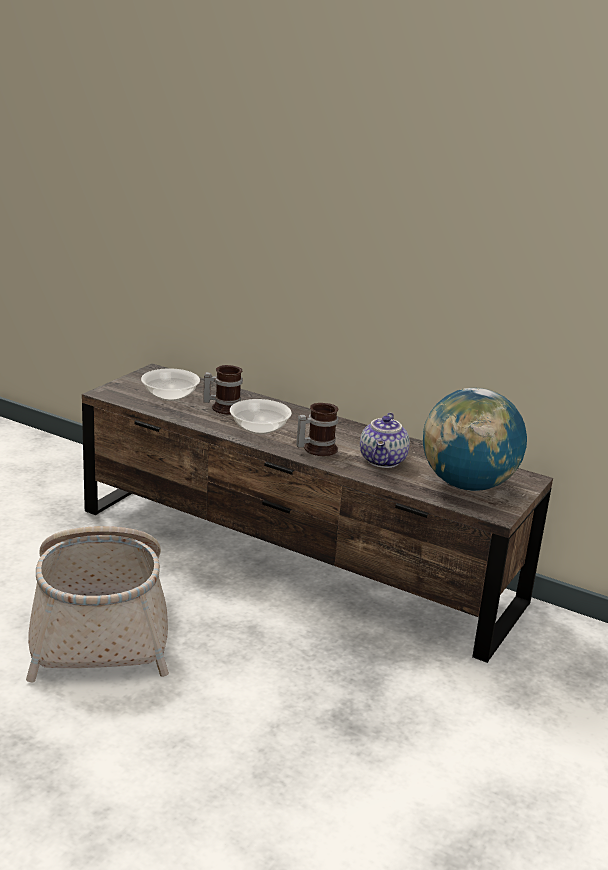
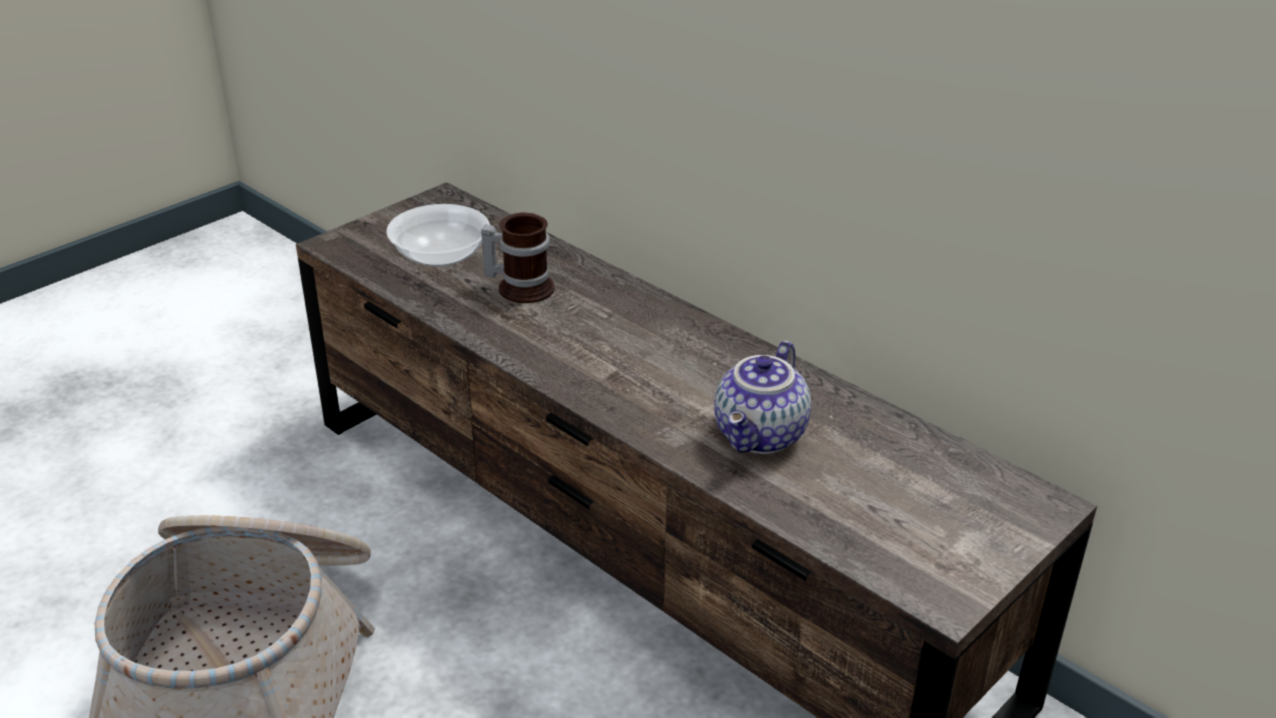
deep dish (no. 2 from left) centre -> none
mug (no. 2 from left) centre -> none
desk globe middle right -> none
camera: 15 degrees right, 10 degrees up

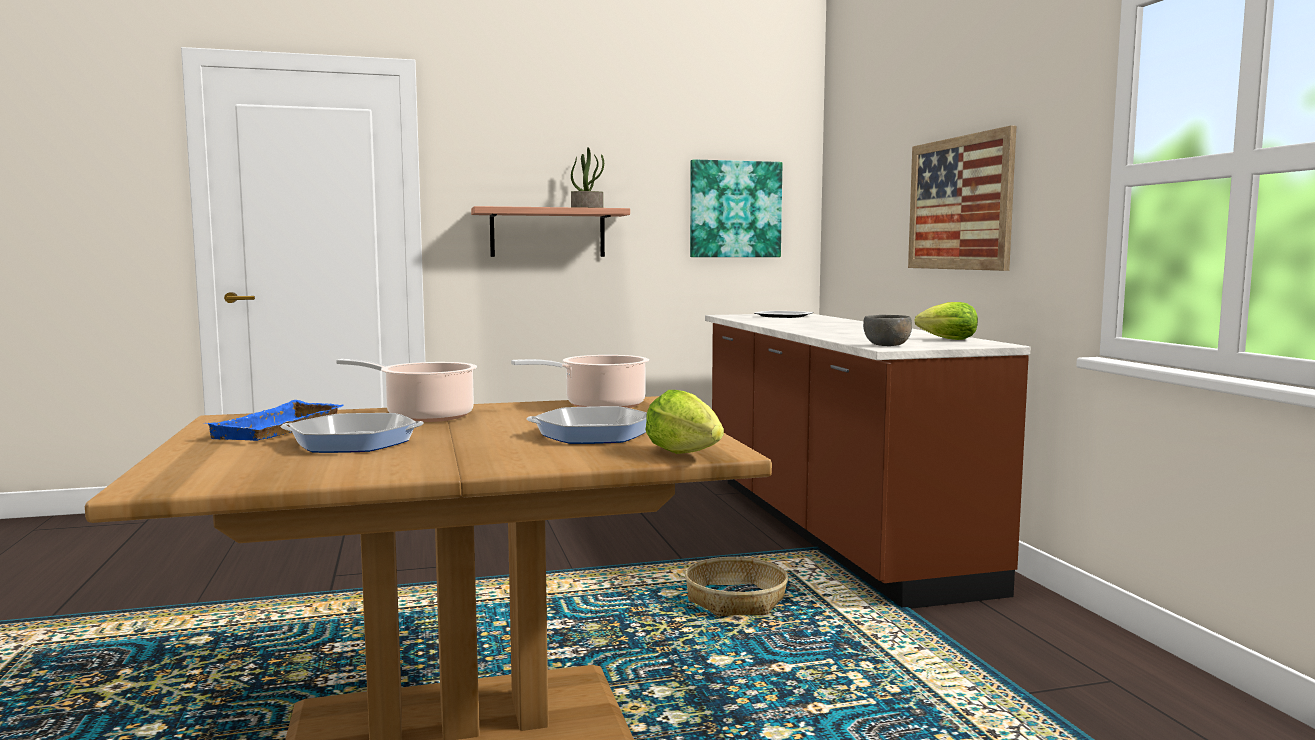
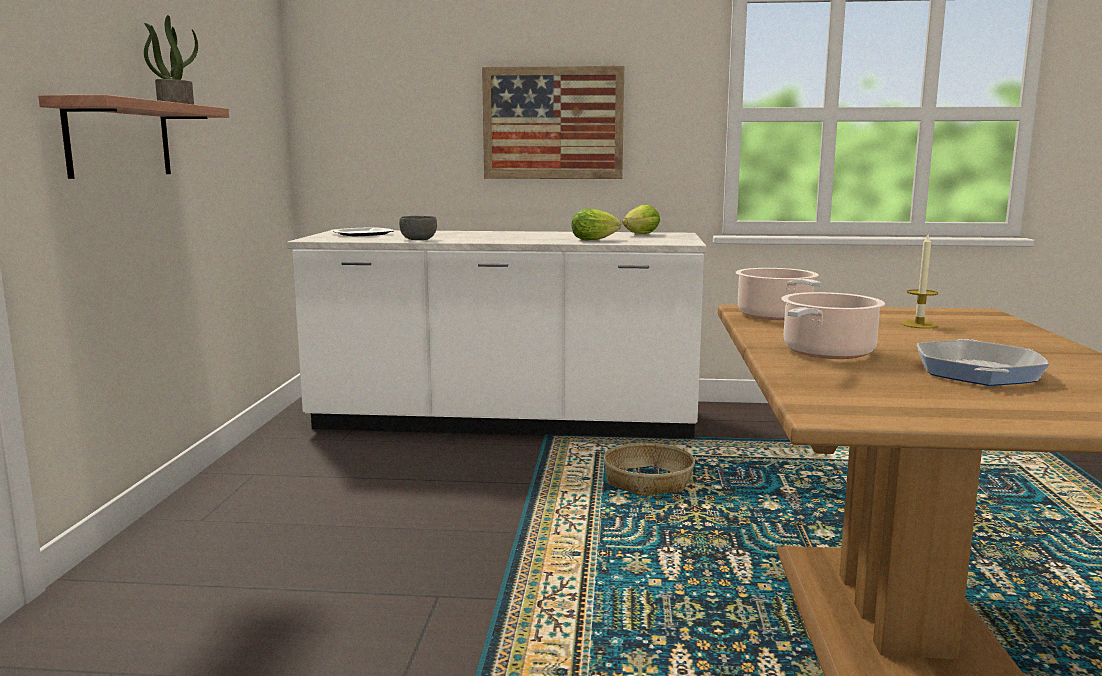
brown-coloured kitchen counter centre -> whitish kitchen counter centre
grey deep dish middle right -> grey deep dish centre, shifted
lettuce (no. 1 from left) centre -> lettuce (no. 1 from left) top centre, shifted
frying pan (no. 2 from left) centre -> wax candle middle right
bluish tray middle left -> none
wall picture (no. 1 from left) top centre -> none
camera: 70 degrees left, 5 degrees up

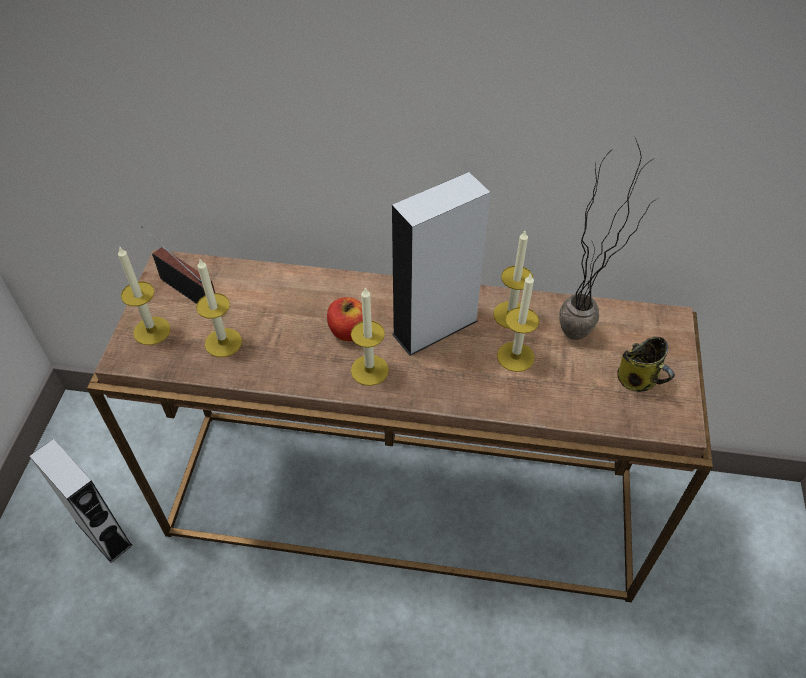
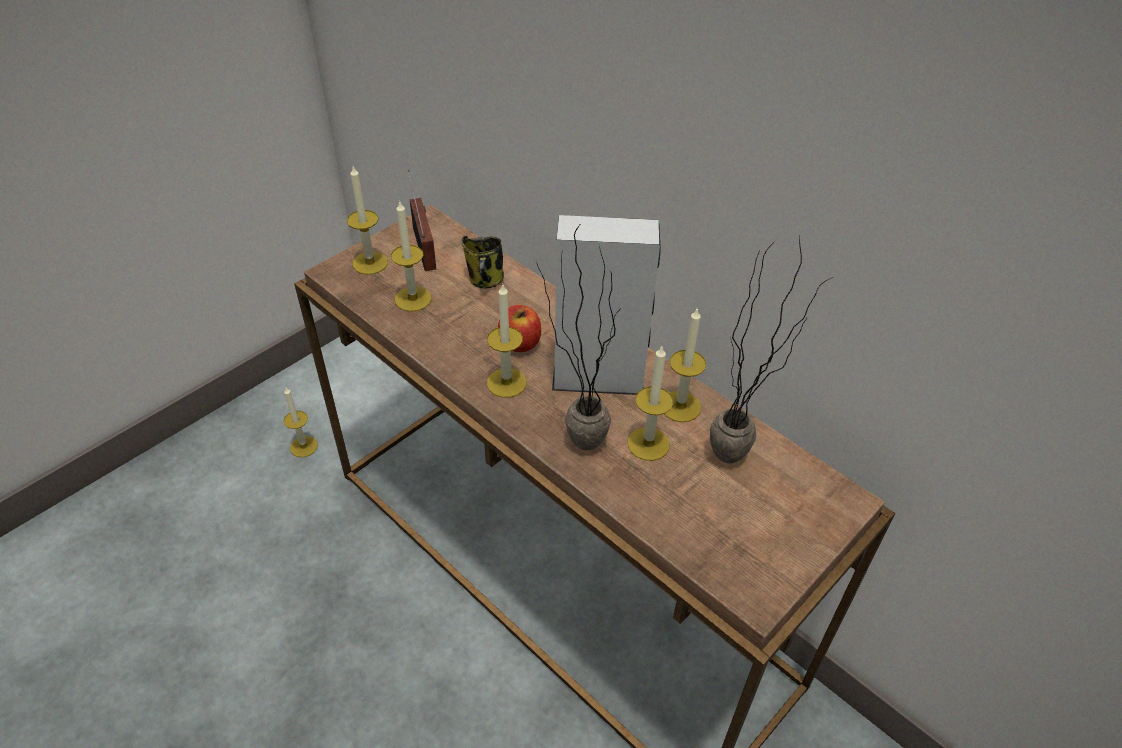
grey speaker (no. 1 from left) bottom left -> wax candle (no. 1 from left) middle left
mug middle right -> mug centre, shifted
none -> potted plant (no. 1 from left) centre
camera: 35 degrees right, 5 degrees down

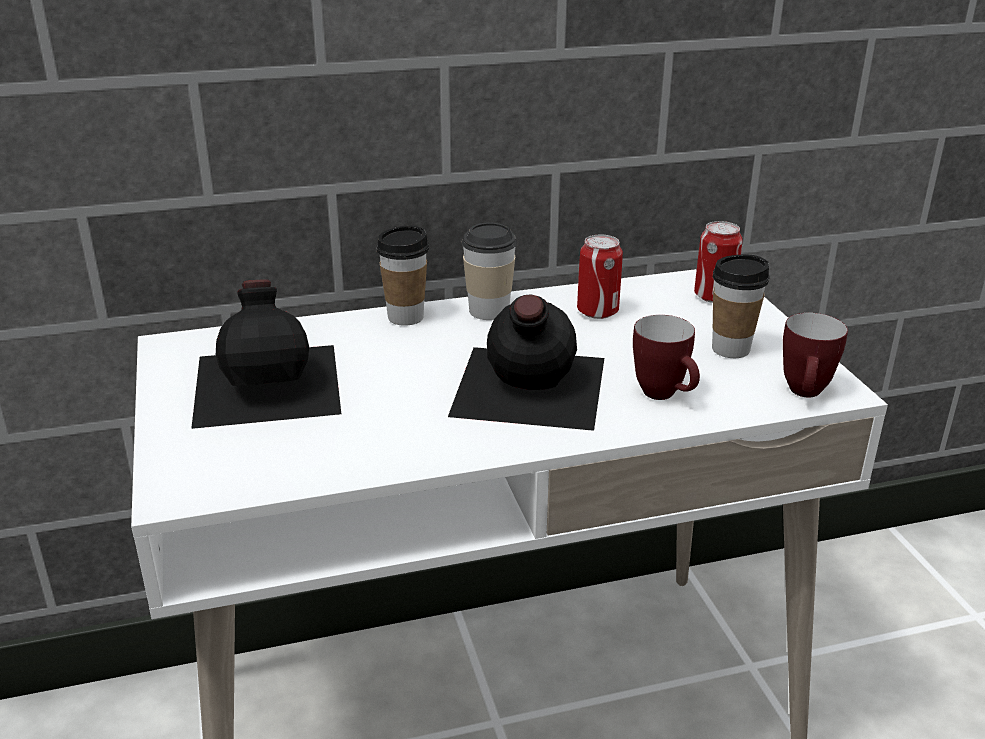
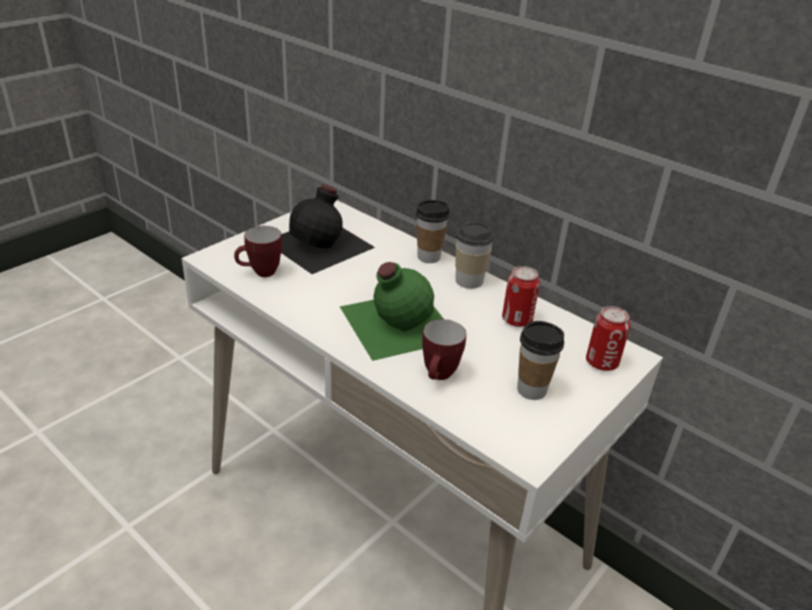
mug (no. 2 from left in the first image) middle right -> mug (no. 1 from left) middle left, shifted
blackish beverage bottle (no. 2 from left) centre -> green beverage bottle centre
camera: 55 degrees right, 5 degrees up

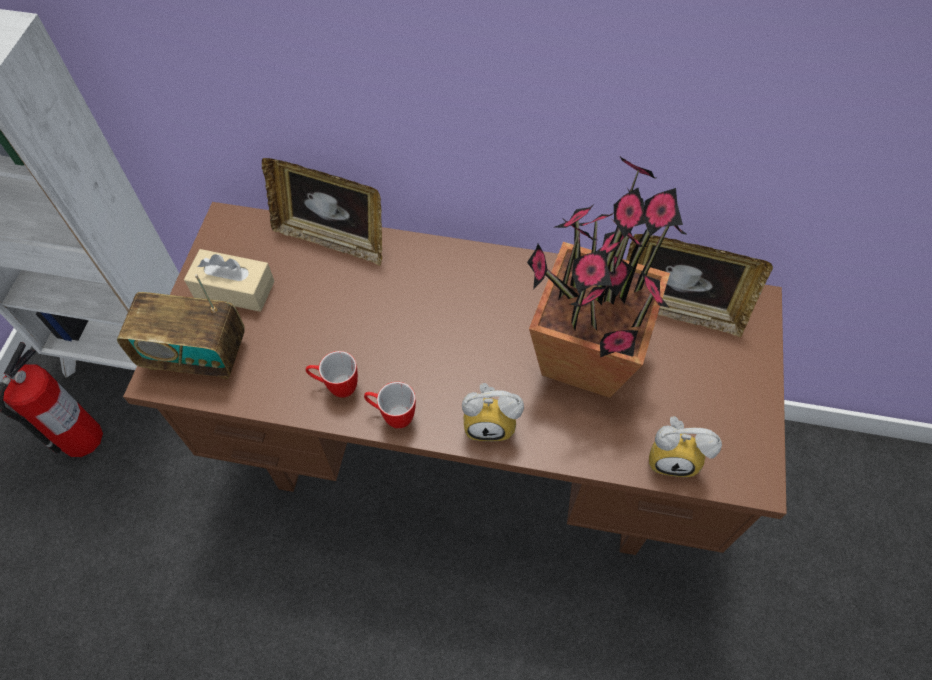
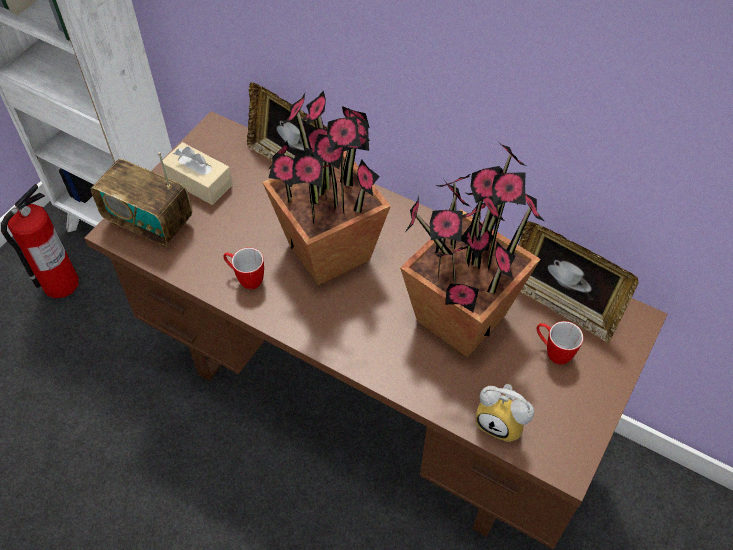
none -> potted plant (no. 1 from left) centre
mug (no. 2 from left) centre -> mug (no. 2 from left) middle right, shifted
bedside clock (no. 1 from left) centre -> none
camera: 20 degrees right, 5 degrees down

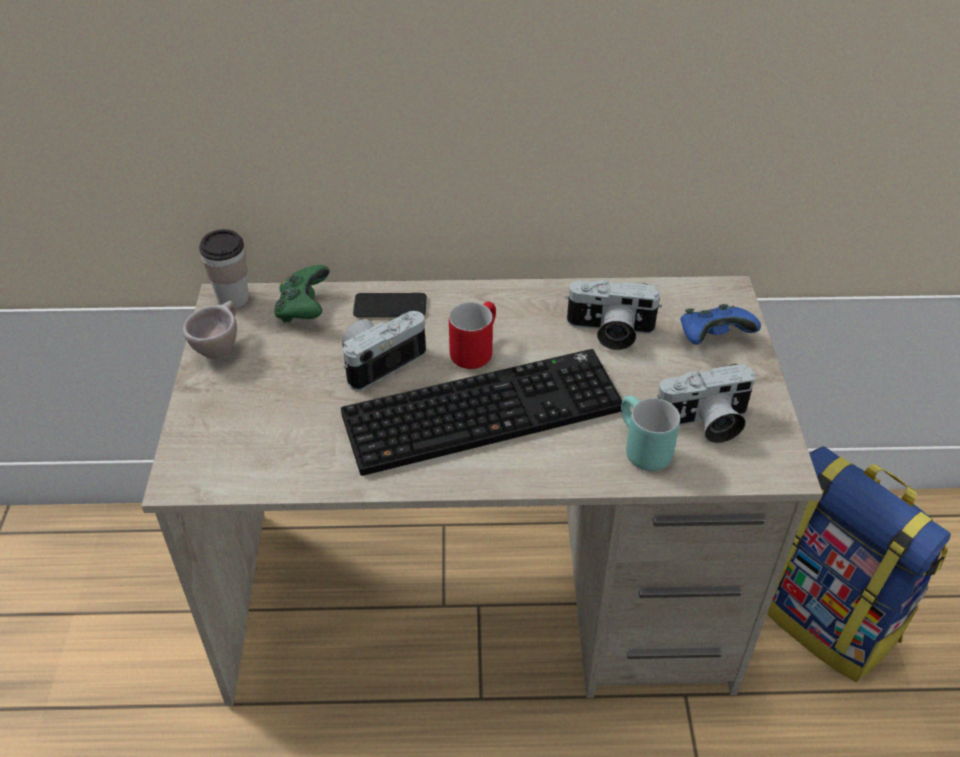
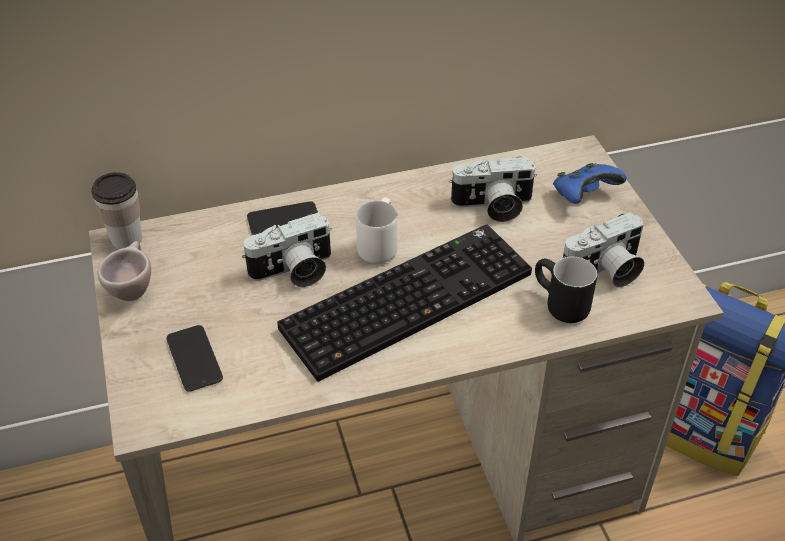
none -> phone (no. 1 from left) middle left
still camera (no. 1 from left) centre, 150 degrees counterclockwise
reddish mug centre -> whitish mug centre
turquoise-coloured mug middle right -> blackish mug middle right
green gamepad middle left -> none
camera: 15 degrees left, 0 degrees up

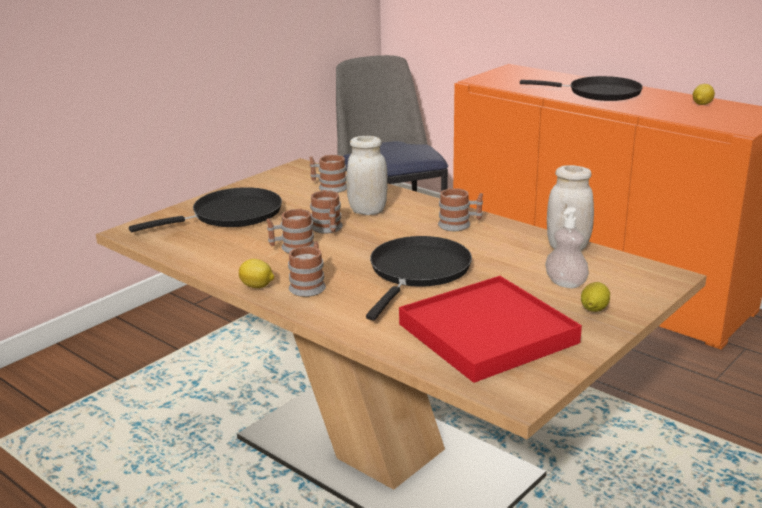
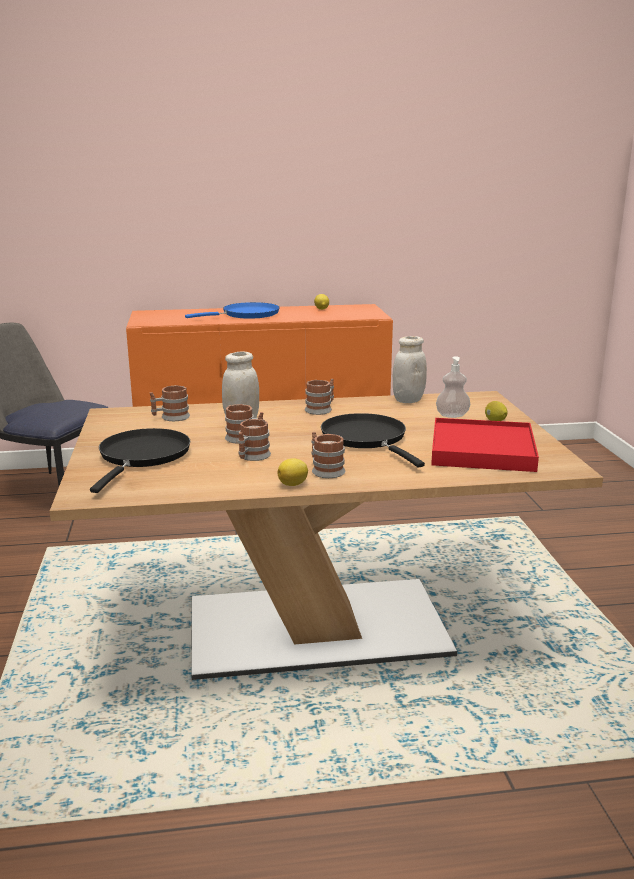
blackish frying pan (no. 3 from left) top right -> bluish frying pan centre
camera: 50 degrees left, 5 degrees down

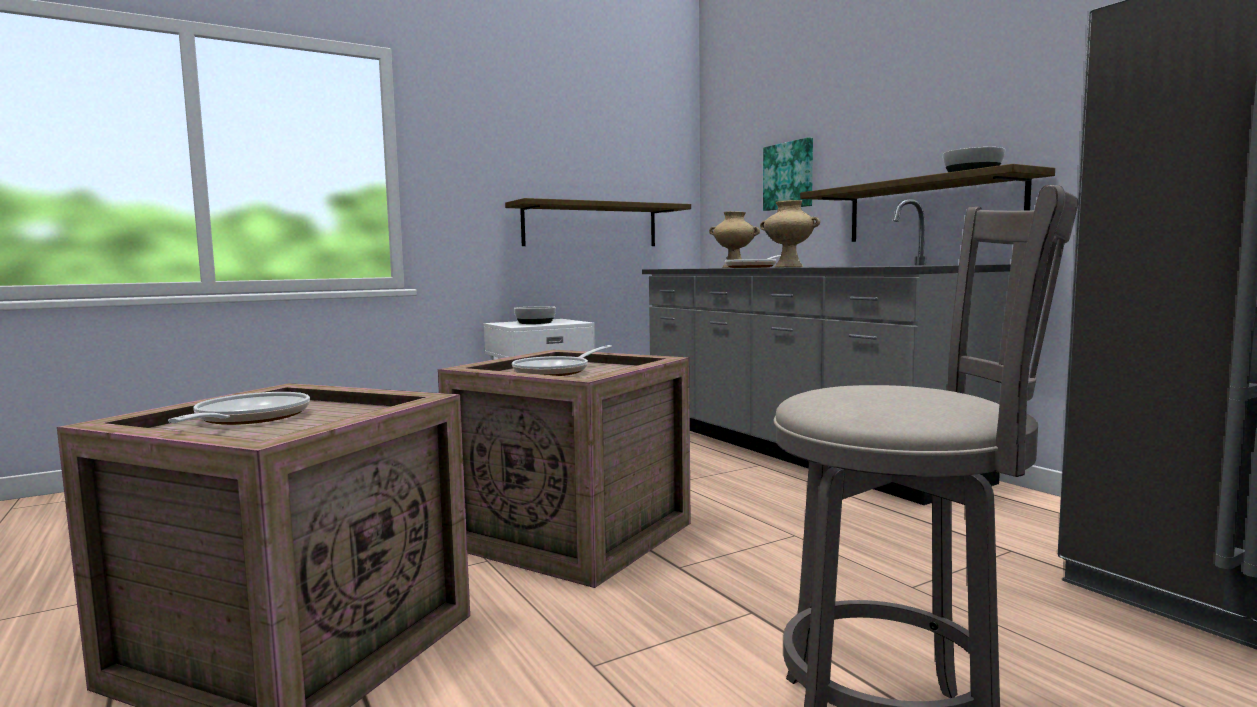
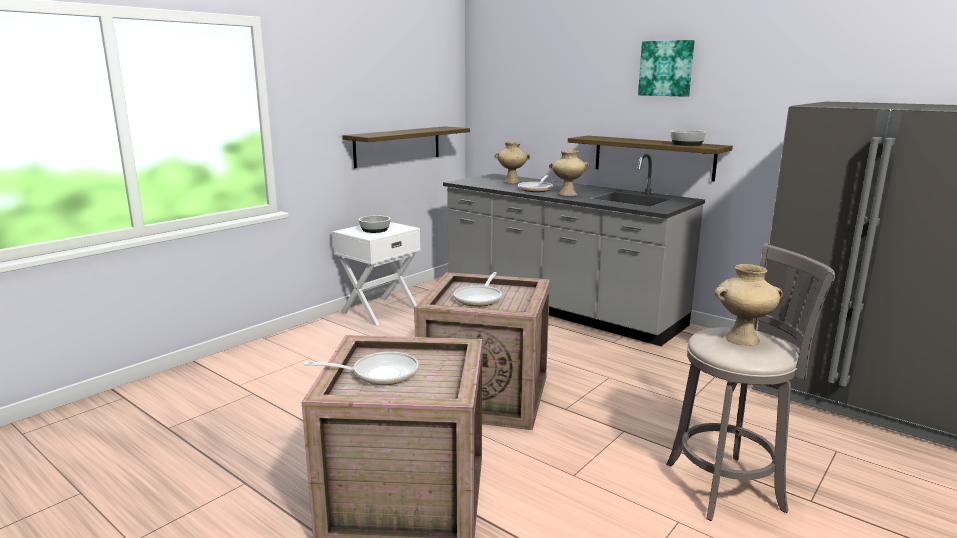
frying pan (no. 1 from left) middle left -> frying pan (no. 1 from left) bottom centre, 105 degrees clockwise
wall picture top centre -> wall picture top right, shifted
none -> sand-coloured flower vase (no. 3 from left) middle right
camera: 20 degrees left, 10 degrees up

